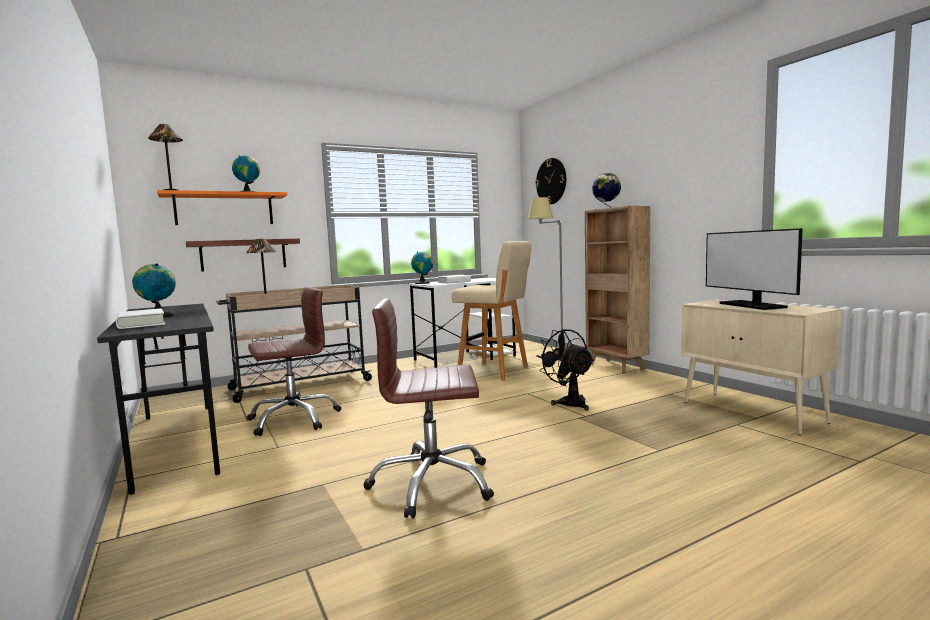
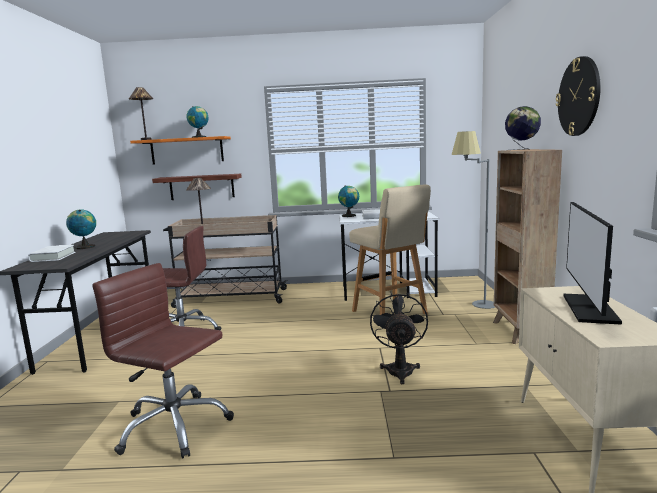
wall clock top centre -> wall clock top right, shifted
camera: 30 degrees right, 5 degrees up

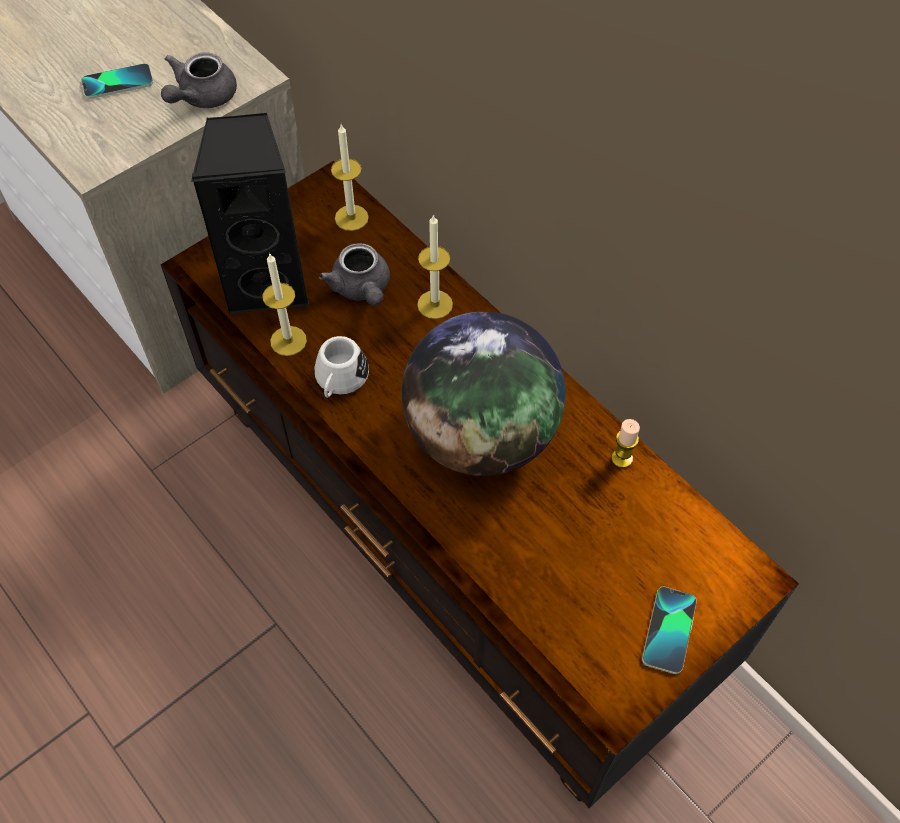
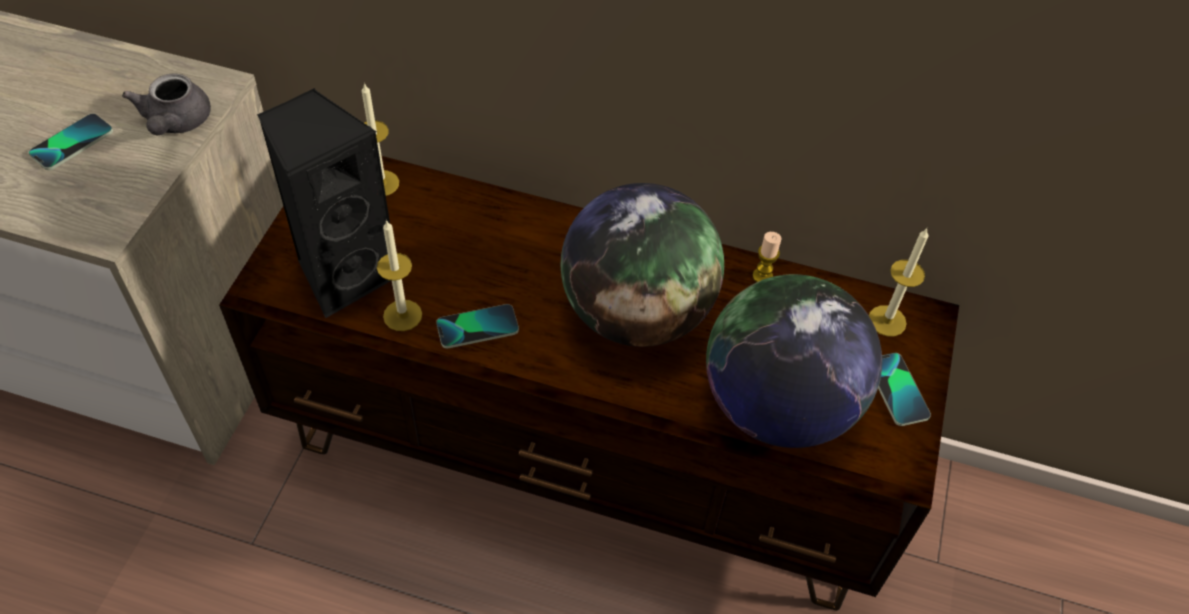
whitish mug centre -> phone (no. 2 from left) centre
none -> desk globe (no. 2 from left) middle right
wax candle (no. 3 from left in the first image) top centre -> wax candle (no. 4 from left) middle right, shifted
grey teapot (no. 2 from left) top centre -> none
camera: 35 degrees left, 5 degrees down

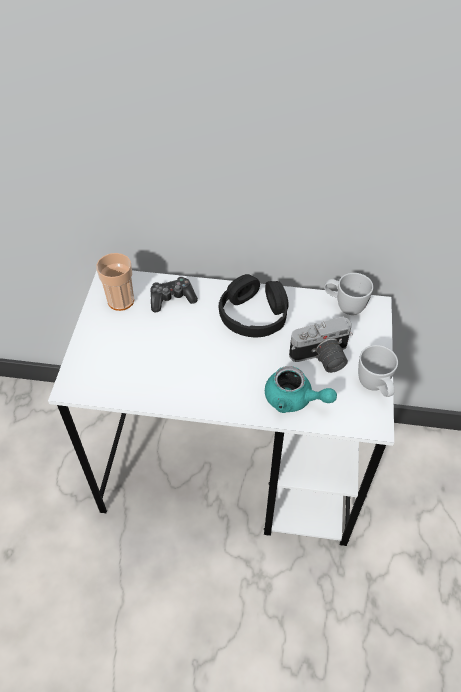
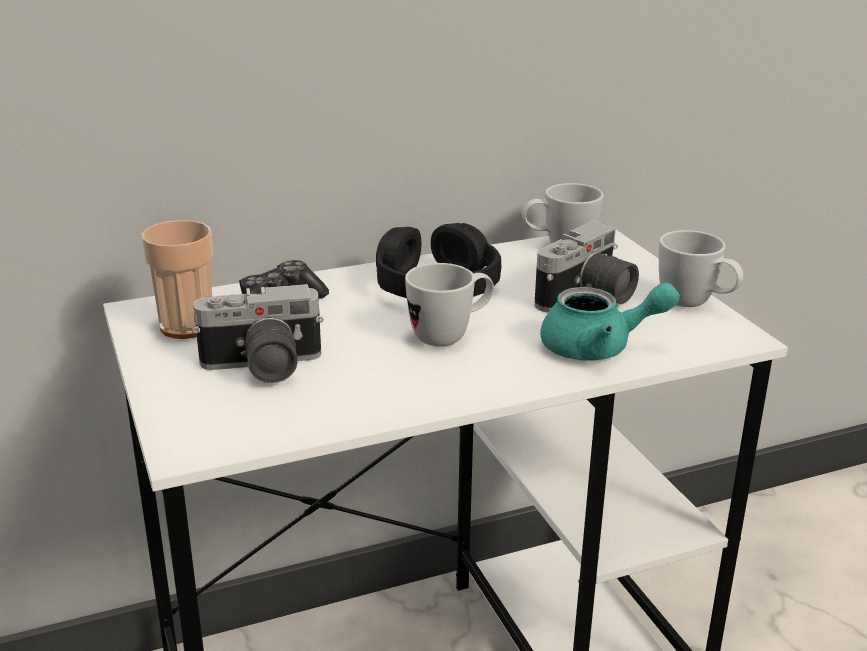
none -> still camera (no. 1 from left) middle left
none -> whitish mug (no. 1 from left) centre
camera: 30 degrees left, 25 degrees down

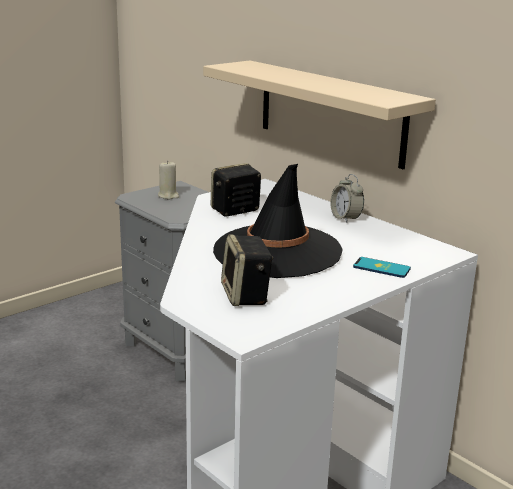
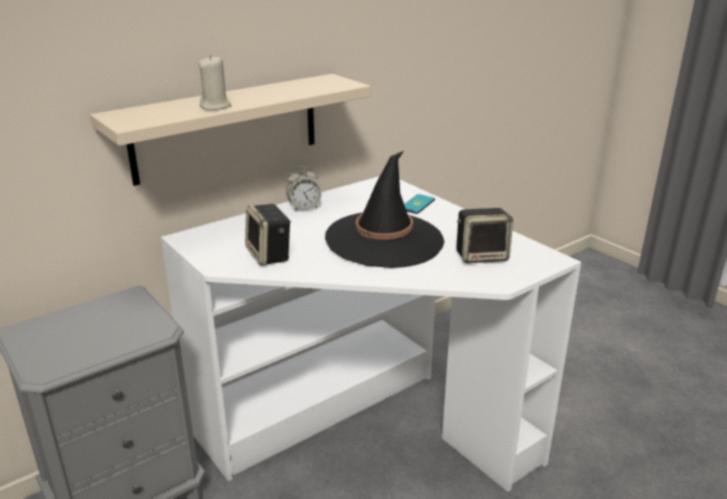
sand-coloured wax candle middle left -> sand-coloured wax candle top left, shifted
camera: 85 degrees left, 5 degrees up

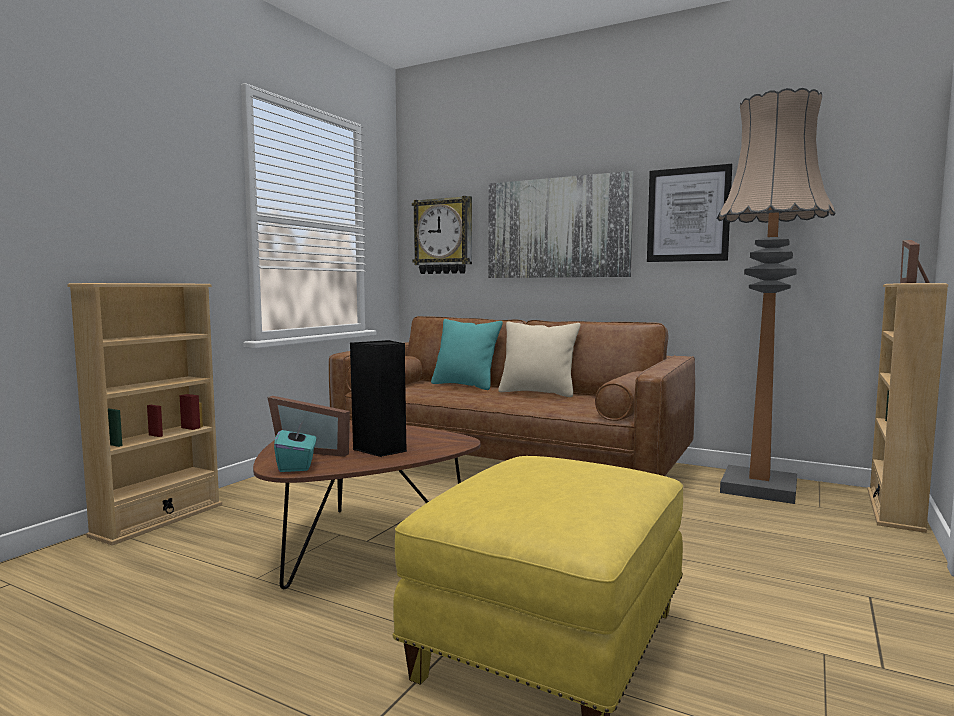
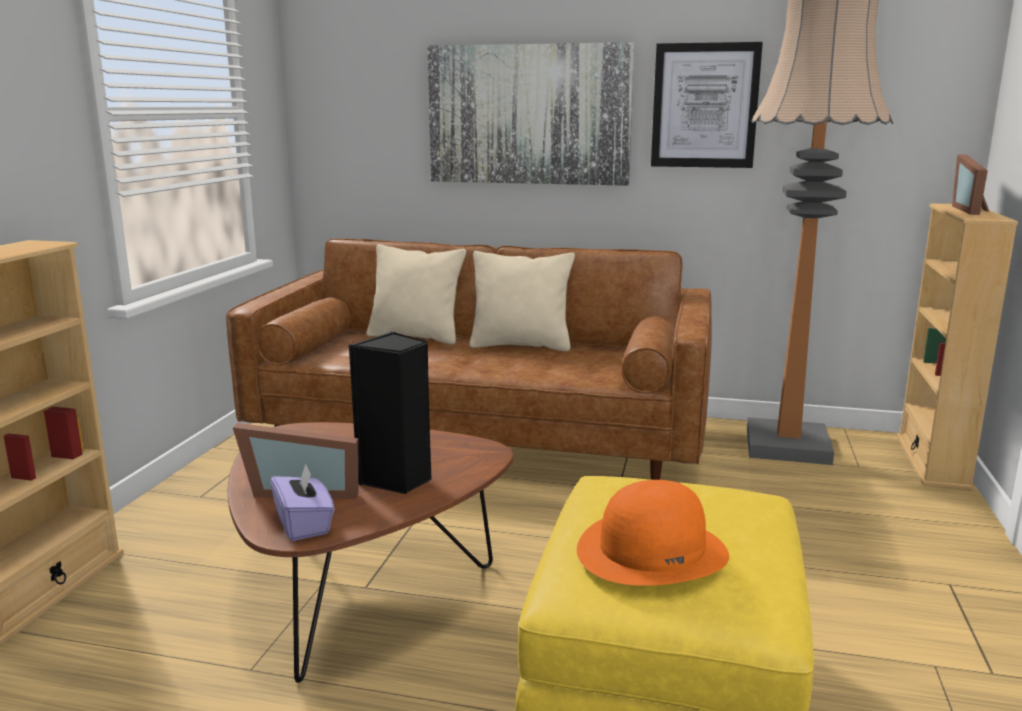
turquoise-coloured tissue holder middle left -> purple tissue holder bottom left
turquoise-coloured pillow centre -> sand-coloured pillow (no. 1 from left) centre
none -> orange clothing hat bottom centre
wall clock top centre -> none
camera: 15 degrees left, 10 degrees up

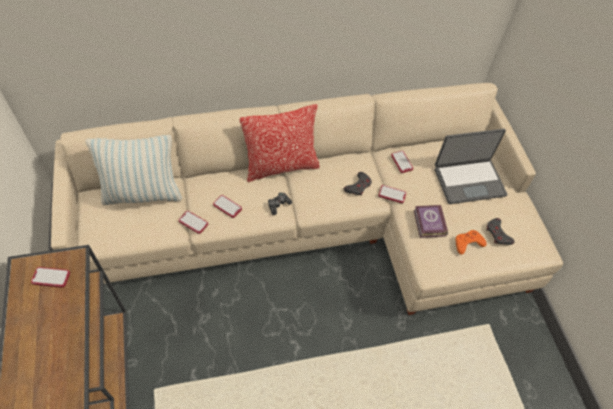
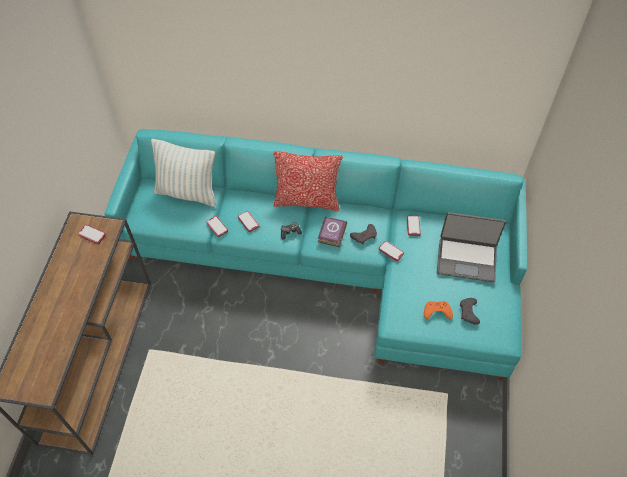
sand-coloured sofa centre -> turquoise-coloured sofa centre
bound book middle right -> bound book centre, shifted
camera: 25 degrees right, 0 degrees up

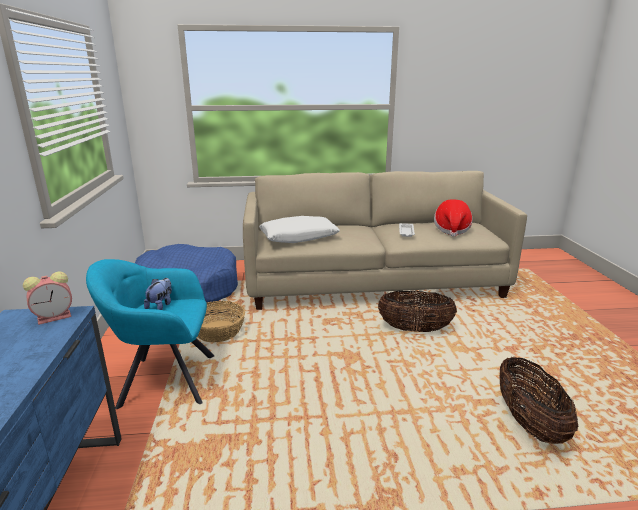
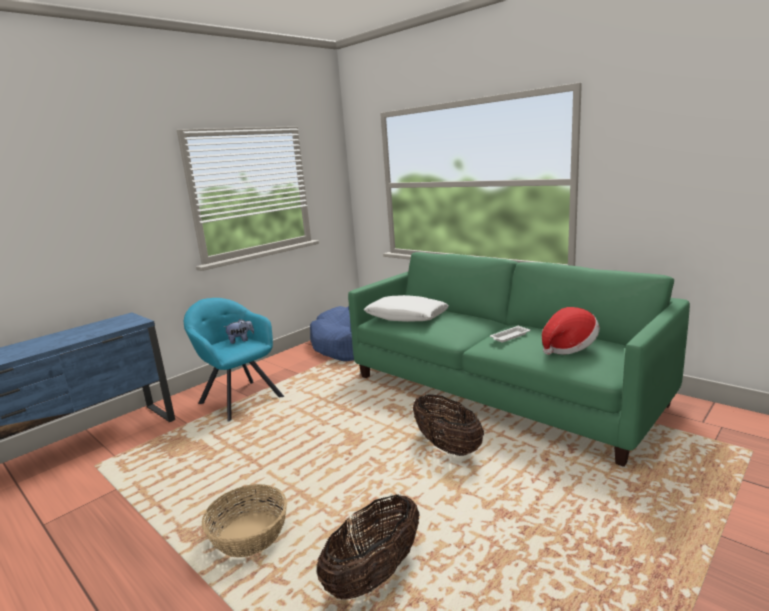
basket (no. 1 from left) centre -> basket (no. 1 from left) bottom left, shifted
sand-coloured sofa centre -> green sofa middle right
bedside clock middle left -> none
camera: 50 degrees right, 5 degrees down

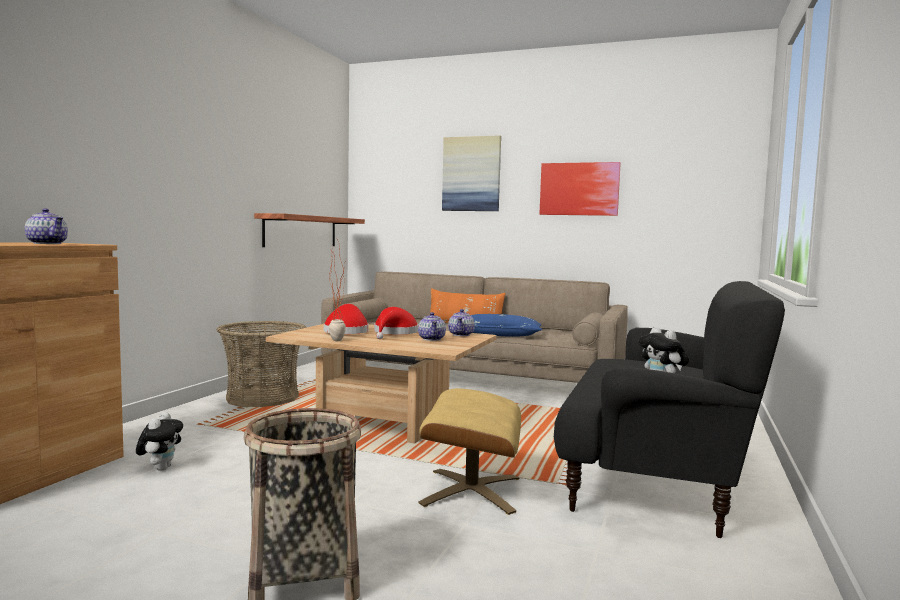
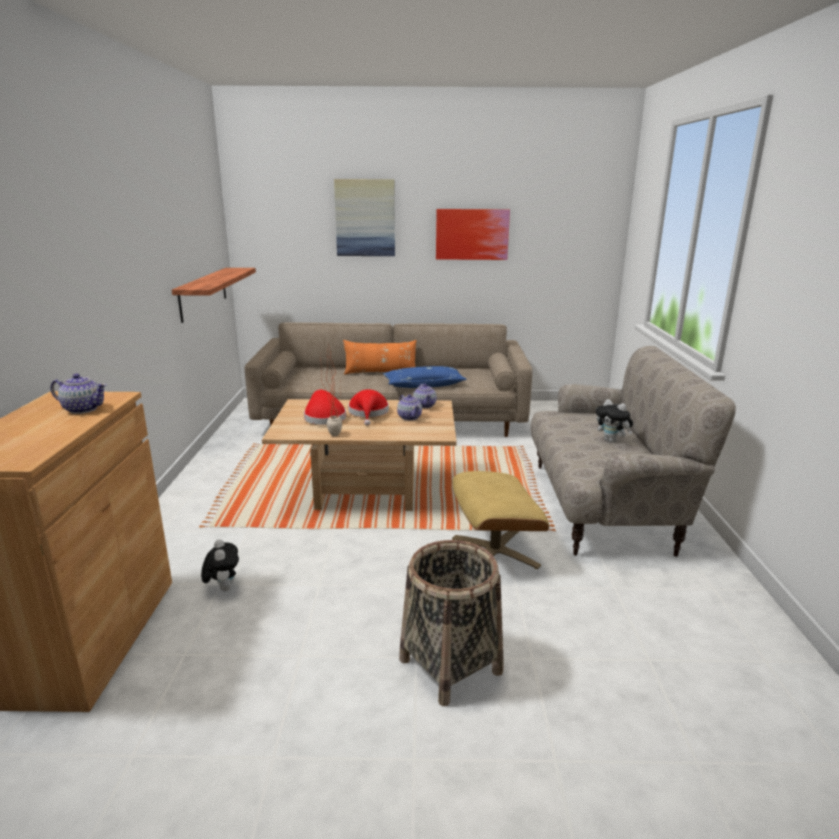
blackish sofa bottom right -> sand-coloured sofa (no. 2 from left) middle right
basket (no. 1 from left) middle left -> none
camera: 20 degrees left, 15 degrees up

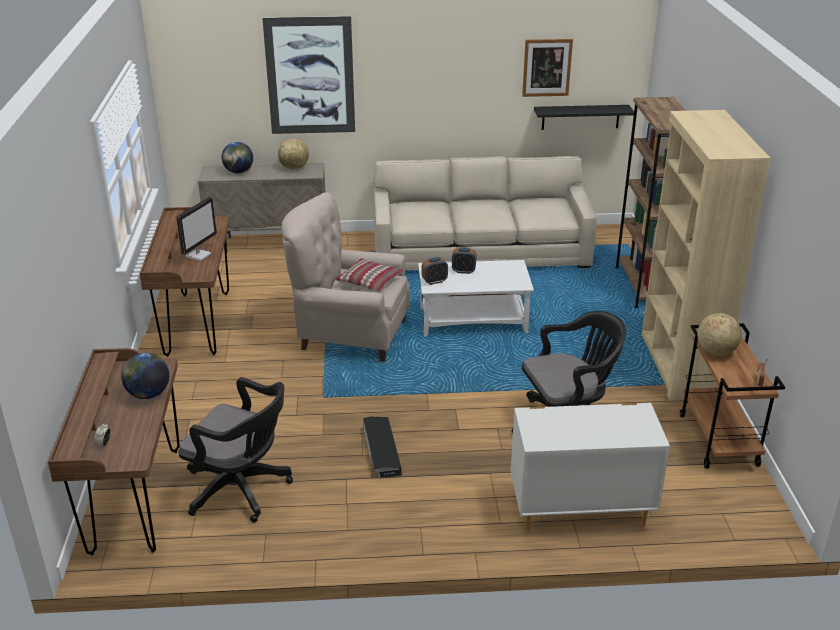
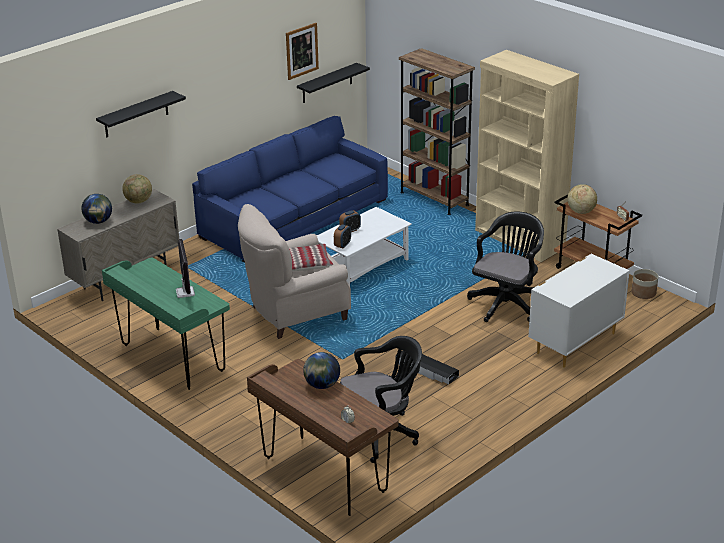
wall picture (no. 1 from left) top centre -> blackish wall shelf (no. 1 from left) top left
brown-coloured desk (no. 2 from left) middle left -> green desk middle left
sand-coloured sofa centre -> bluish sofa centre
none -> flower pot middle right
camera: 40 degrees left, 0 degrees up

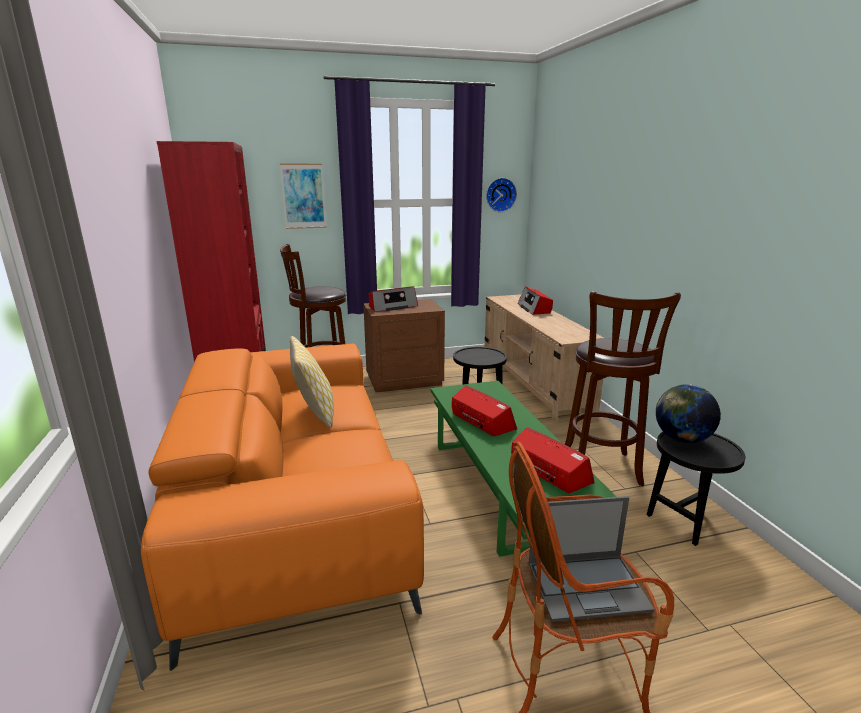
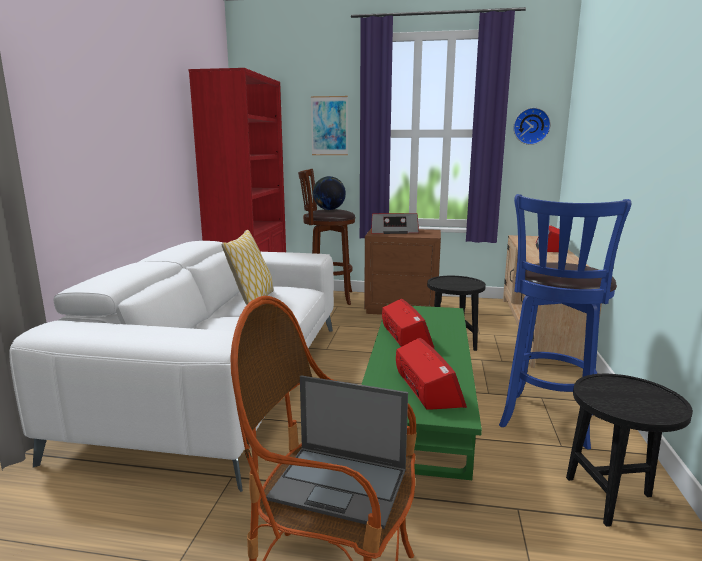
orange sofa bottom left -> whitish sofa middle left
desk globe middle right -> desk globe centre, shifted
brown-coloured sitting stool (no. 2 from left) middle right -> bluish sitting stool middle right
camera: 25 degrees right, 5 degrees down

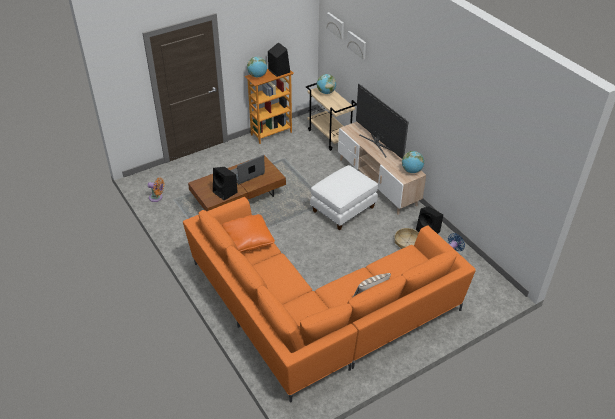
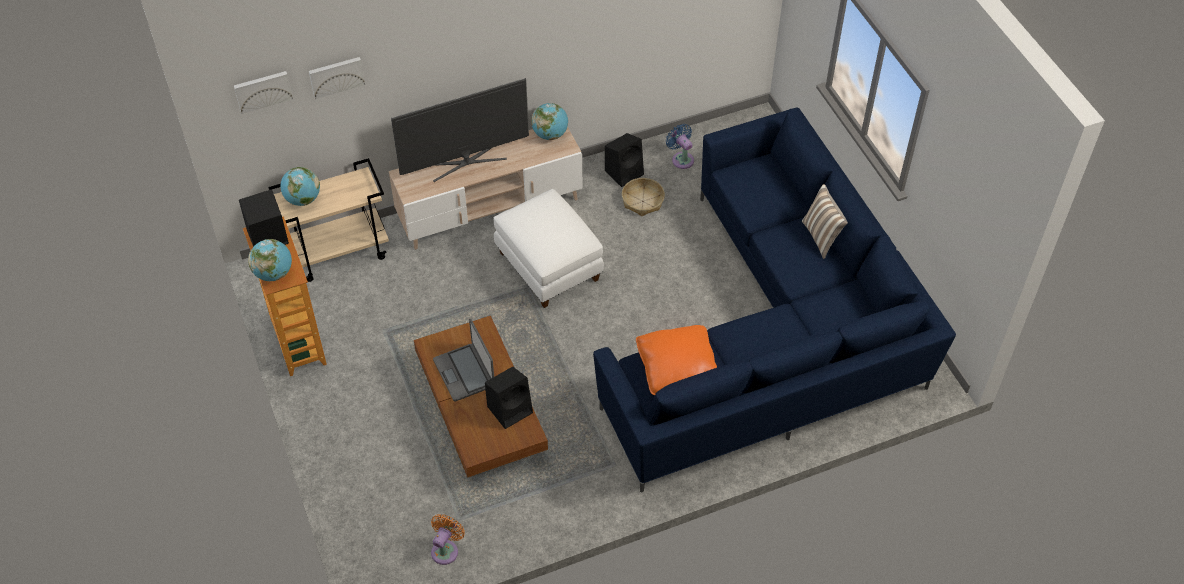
orange sofa bottom centre -> bluish sofa centre
camera: 80 degrees left, 10 degrees up

